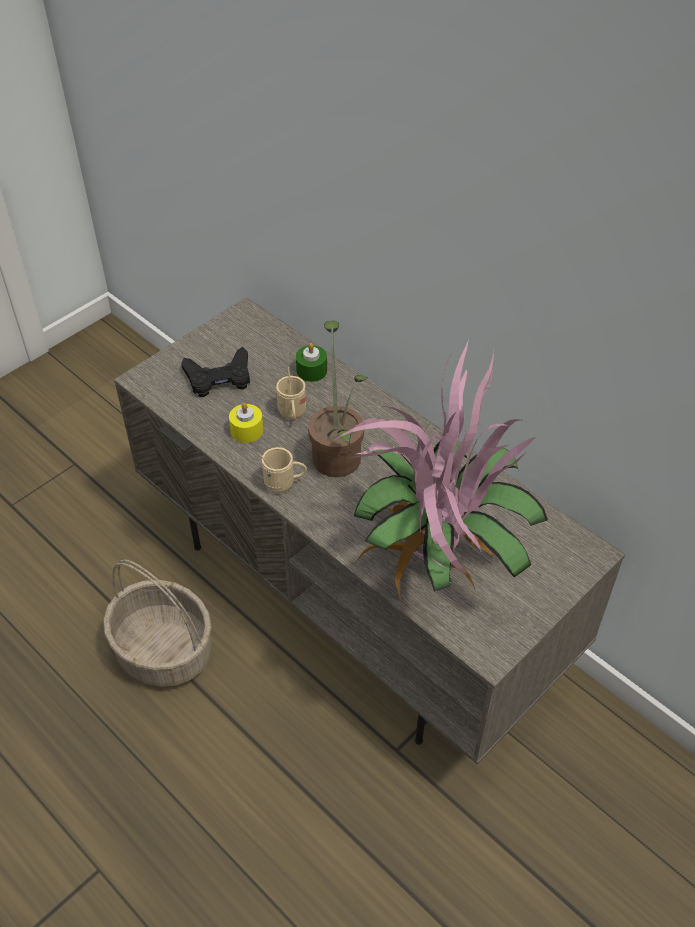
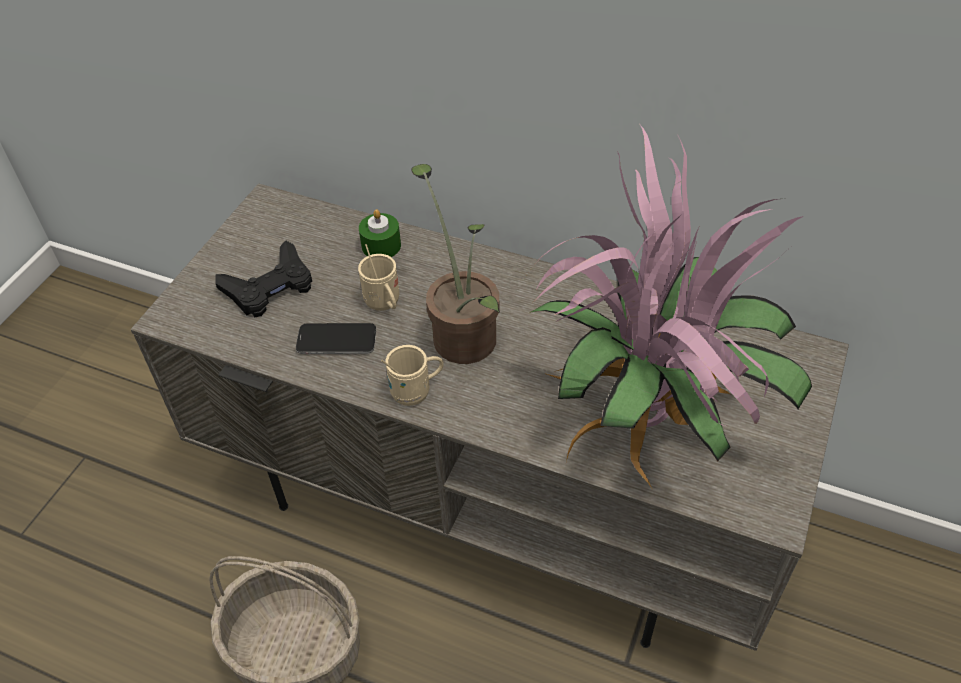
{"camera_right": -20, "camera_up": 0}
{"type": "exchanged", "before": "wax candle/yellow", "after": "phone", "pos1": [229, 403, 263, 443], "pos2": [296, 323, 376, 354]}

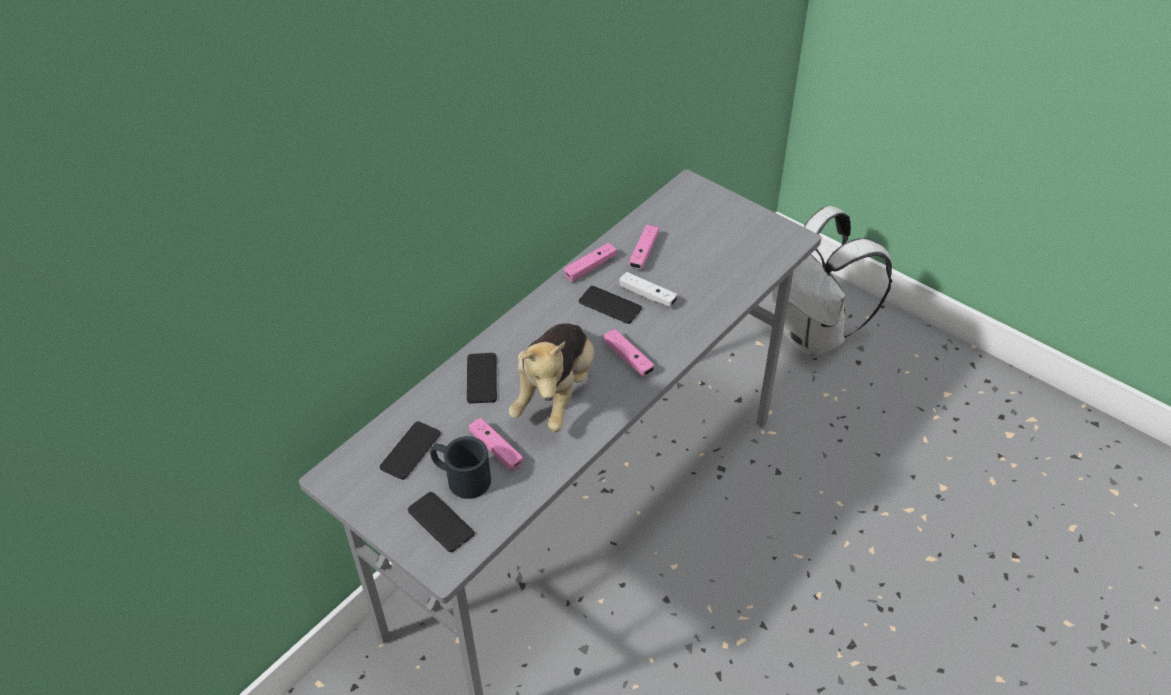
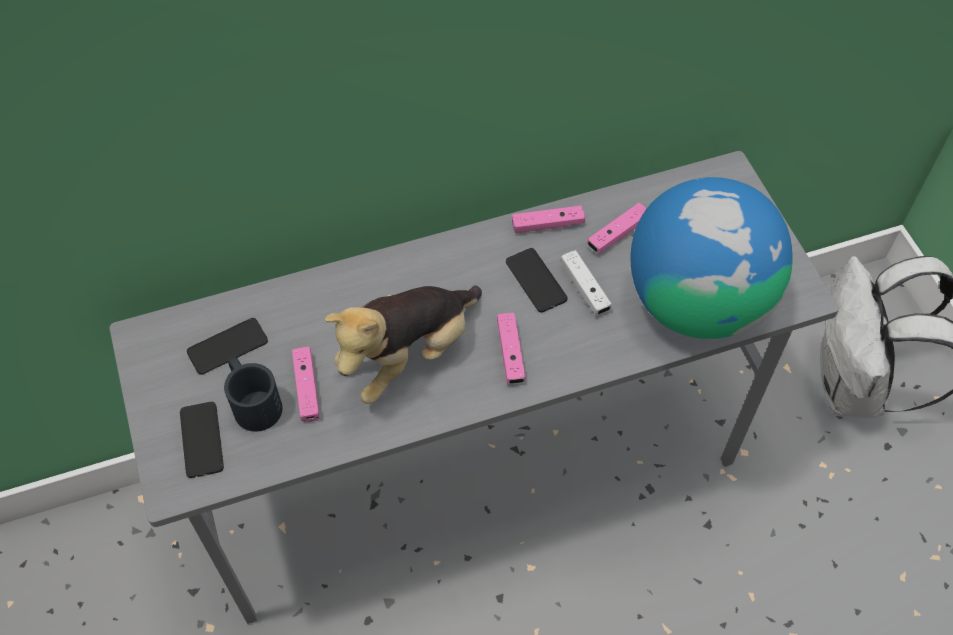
{"camera_right": 30, "camera_up": 10}
{"type": "missing", "before": "phone", "pos1": [467, 353, 497, 403]}
{"type": "appeared", "after": "world globe", "pos2": [631, 177, 793, 339]}

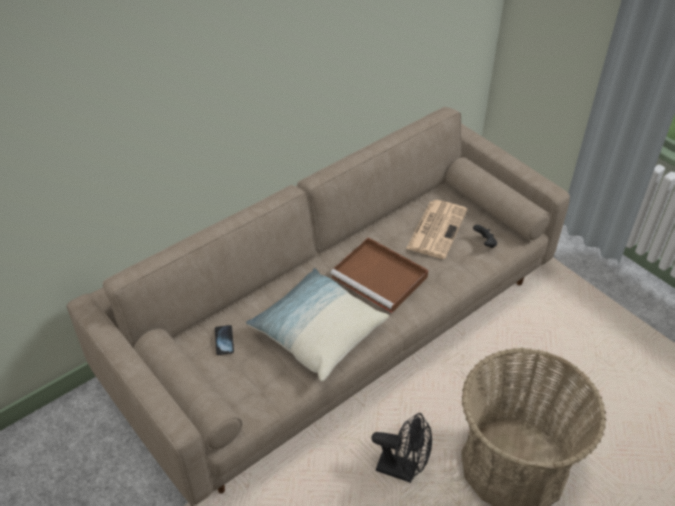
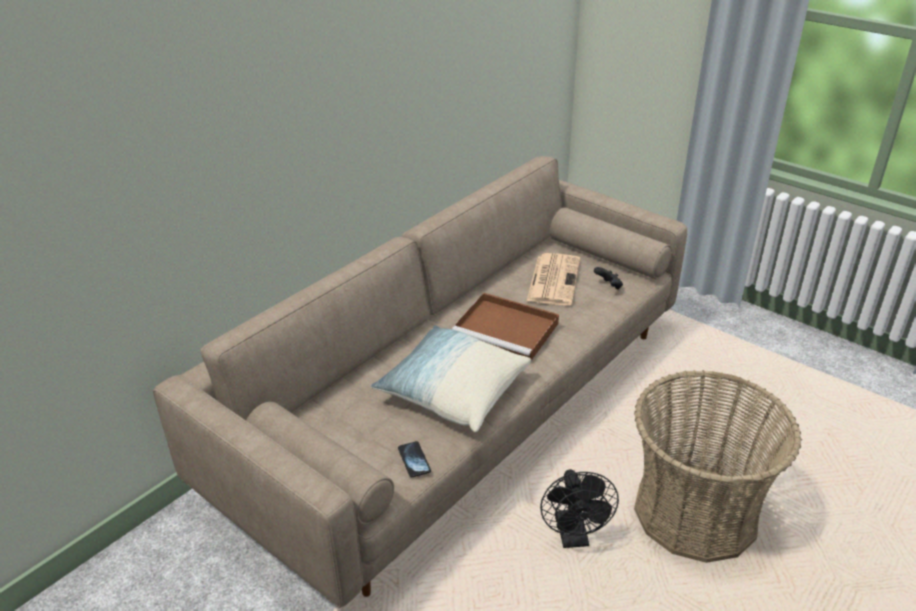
{"camera_right": -10, "camera_up": -10}
{"type": "relocated", "before": "phone", "pos1": [215, 325, 234, 355], "pos2": [398, 441, 431, 477]}
{"type": "spun", "before": "fan/black", "pos1": [372, 413, 432, 483], "pos2": [540, 469, 619, 548], "turn": 75}

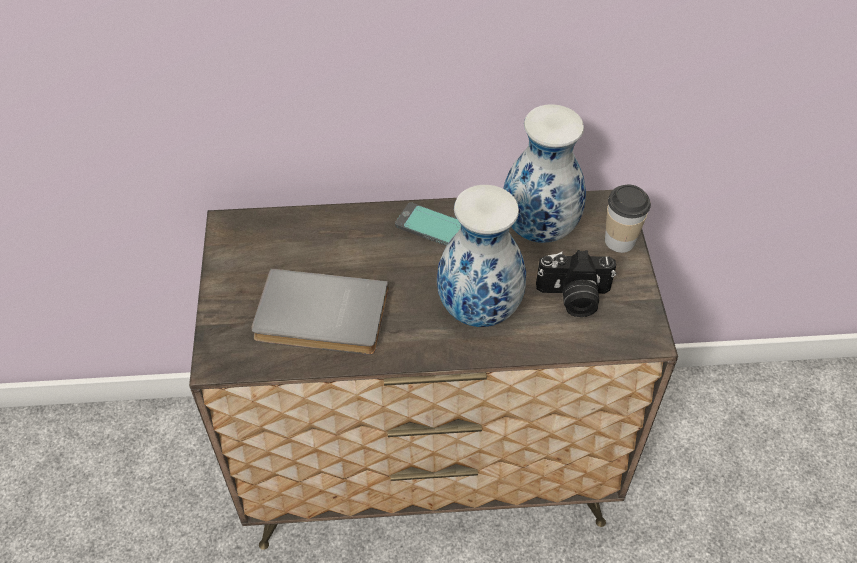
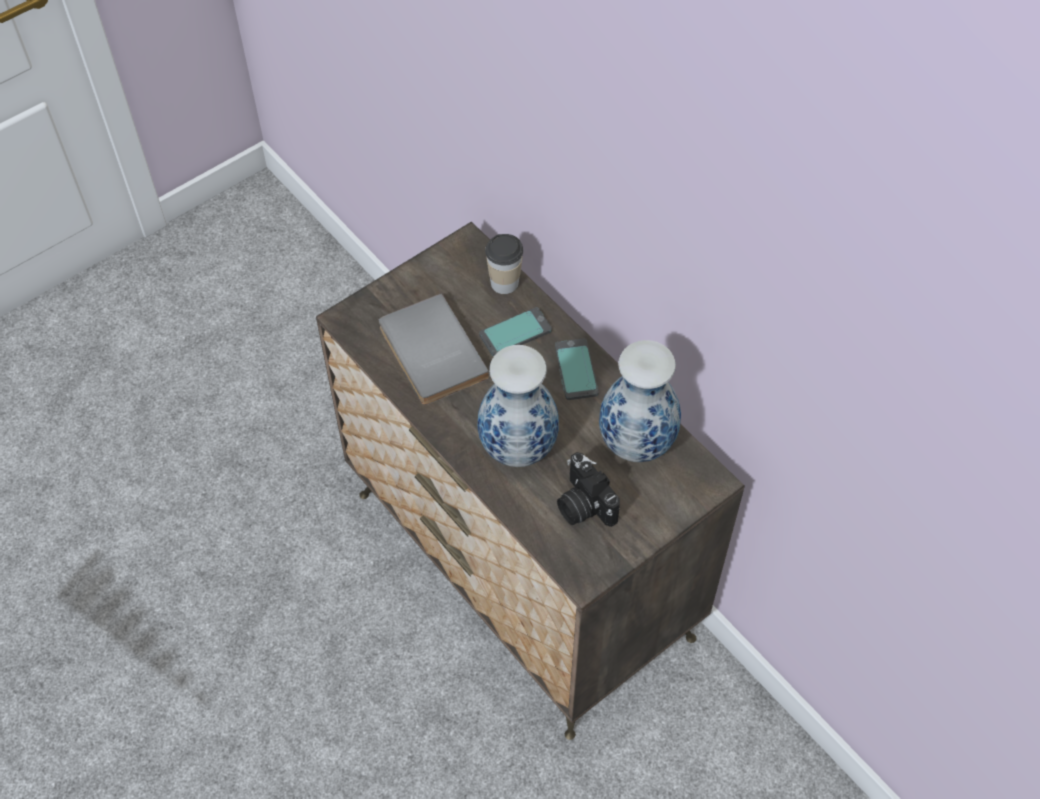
{"camera_right": 55, "camera_up": 5}
{"type": "relocated", "before": "small cup", "pos1": [605, 185, 651, 253], "pos2": [485, 234, 523, 294]}
{"type": "appeared", "after": "phone", "pos2": [479, 307, 552, 356]}

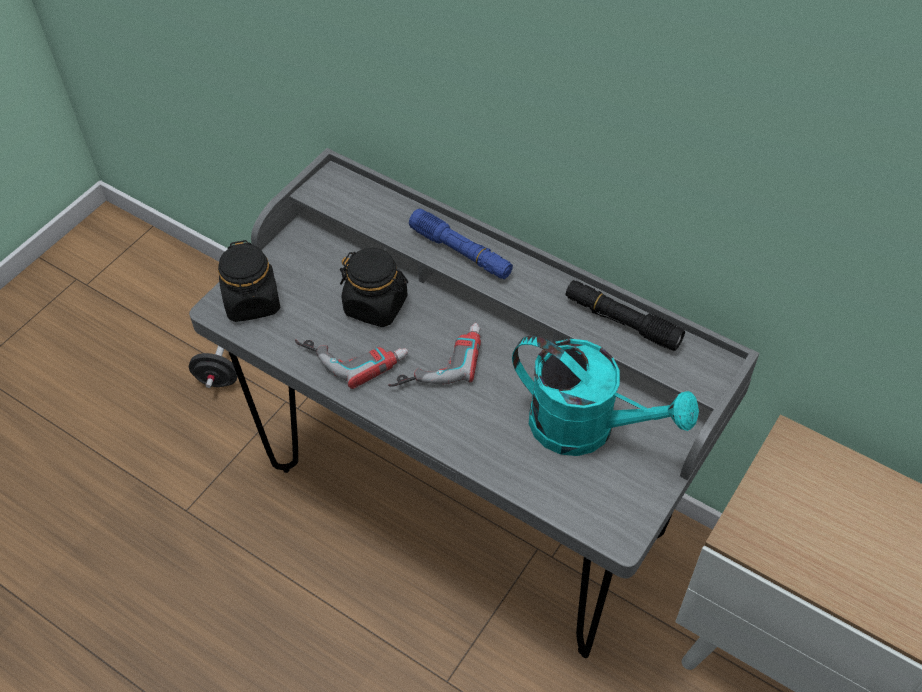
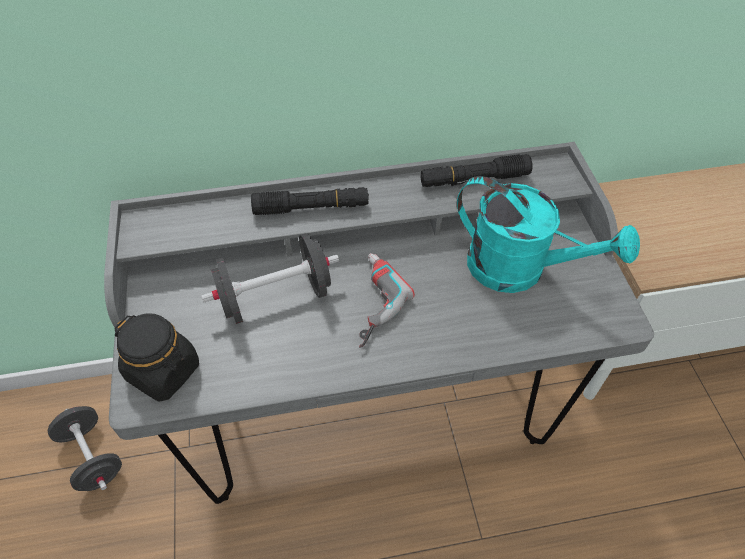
{"camera_right": -45, "camera_up": 0}
{"type": "missing", "before": "power drill", "pos1": [295, 340, 408, 389]}
{"type": "exchanged", "before": "jar/black", "after": "free weight/black", "pos1": [340, 248, 408, 327], "pos2": [201, 233, 339, 324]}
{"type": "colour", "before": "torch/blue", "after": "torch/black", "pos1": [409, 209, 513, 279], "pos2": [251, 187, 369, 215]}
{"type": "spun", "before": "sprinkling can/turquoise-coloured", "pos1": [512, 336, 699, 456], "pos2": [457, 176, 640, 293], "turn": 45}

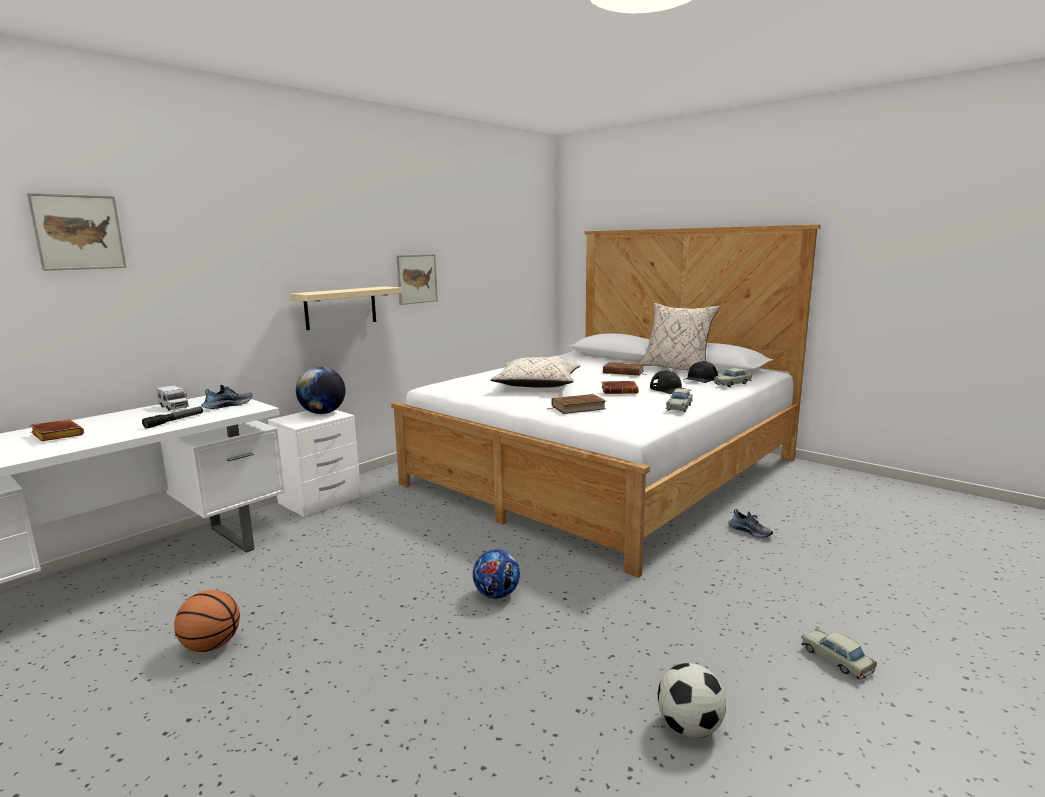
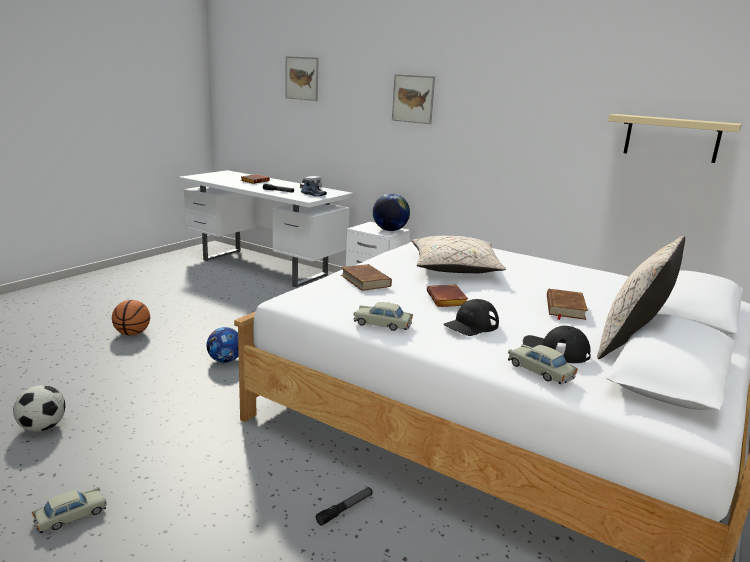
{"camera_right": 80, "camera_up": 5}
{"type": "relocated", "before": "basketball ball", "pos1": [174, 590, 240, 652], "pos2": [112, 300, 150, 336]}
{"type": "relocated", "before": "bracket shelf/sand-coloured", "pos1": [290, 286, 402, 330], "pos2": [608, 114, 742, 163]}
{"type": "relocated", "before": "wall art", "pos1": [396, 254, 438, 305], "pos2": [392, 74, 435, 124]}
{"type": "exchanged", "before": "shoe", "after": "torch", "pos1": [728, 509, 773, 538], "pos2": [316, 487, 373, 526]}

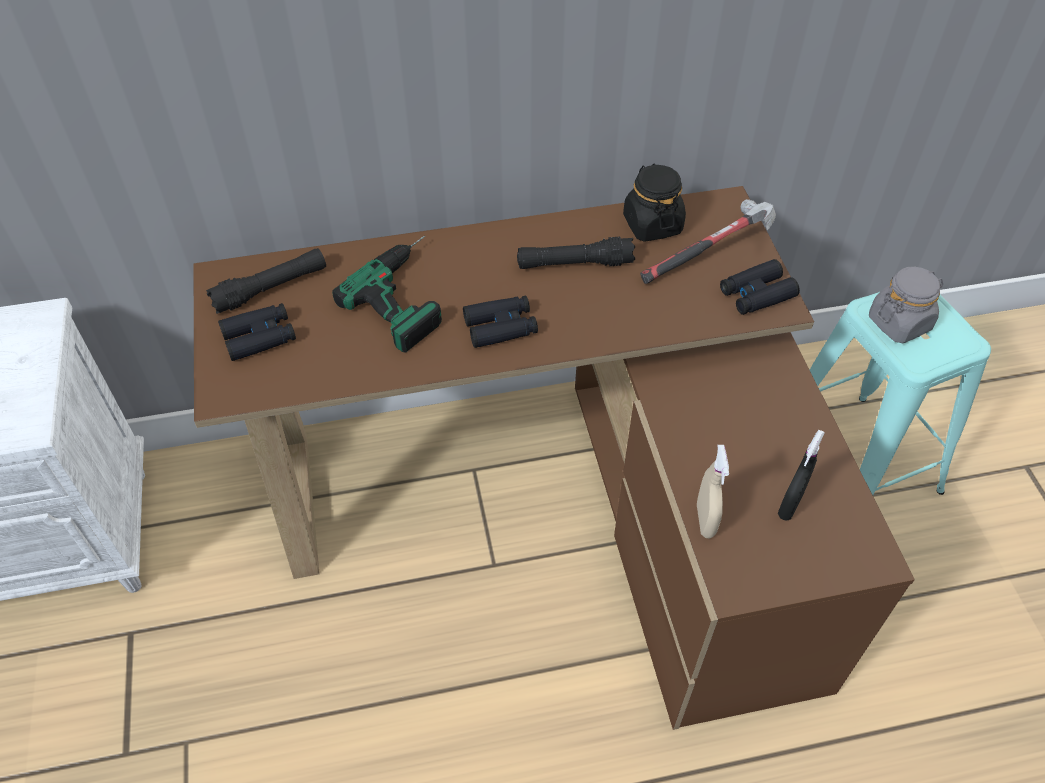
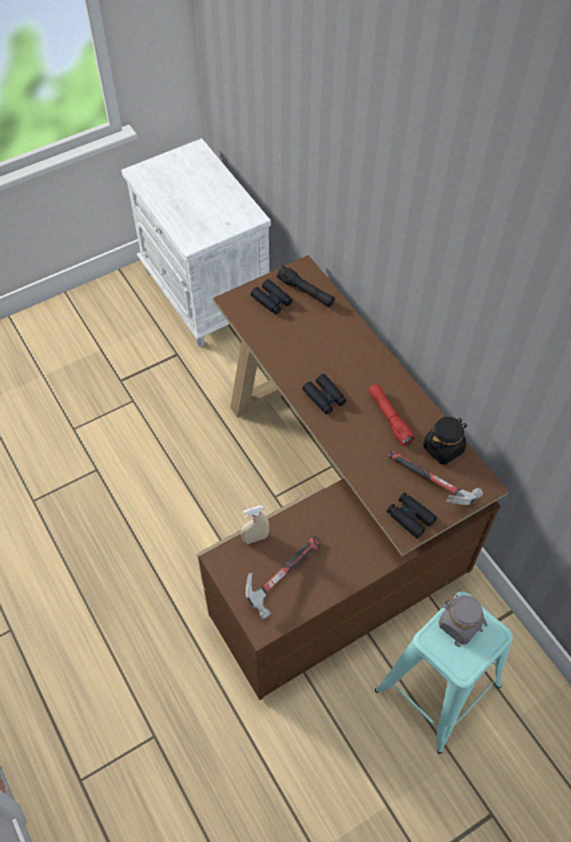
{"camera_right": 70, "camera_up": 5}
{"type": "missing", "before": "power drill", "pos1": [332, 236, 442, 353]}
{"type": "colour", "before": "torch/black", "after": "torch/red", "pos1": [517, 237, 635, 269], "pos2": [368, 384, 415, 446]}
{"type": "exchanged", "before": "sprayer/black", "after": "tool hammer", "pos1": [778, 430, 825, 521], "pos2": [246, 536, 320, 619]}

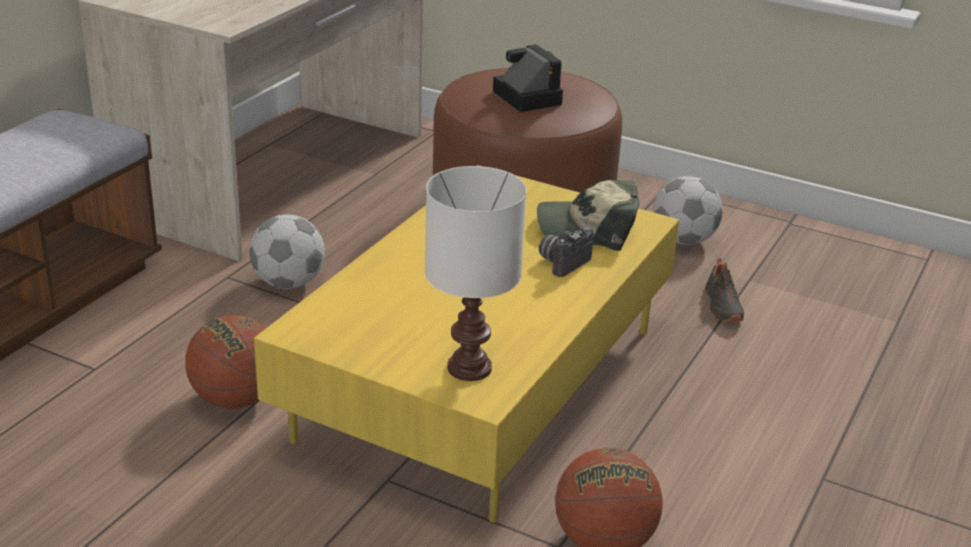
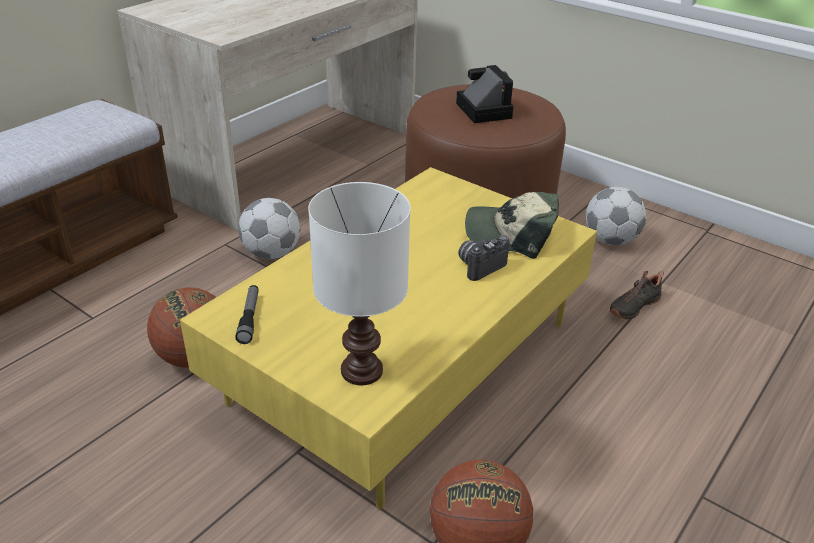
{"camera_right": 10, "camera_up": 5}
{"type": "spun", "before": "shoe/black", "pos1": [705, 258, 744, 322], "pos2": [610, 270, 664, 320], "turn": 45}
{"type": "appeared", "after": "torch", "pos2": [235, 285, 259, 344]}

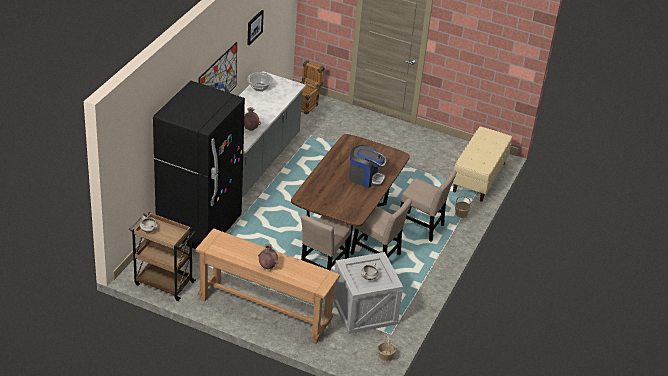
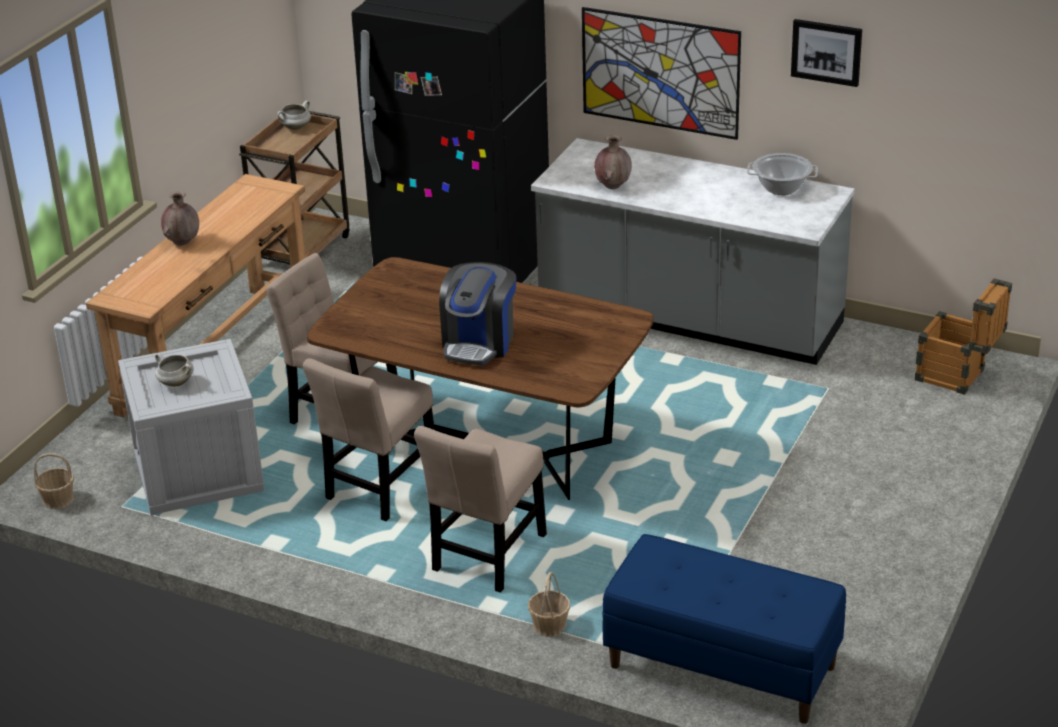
{"camera_right": 95, "camera_up": -5}
{"type": "colour", "before": "long seat/sand-coloured", "after": "long seat/blue", "pos1": [452, 126, 512, 202], "pos2": [602, 534, 846, 724]}

